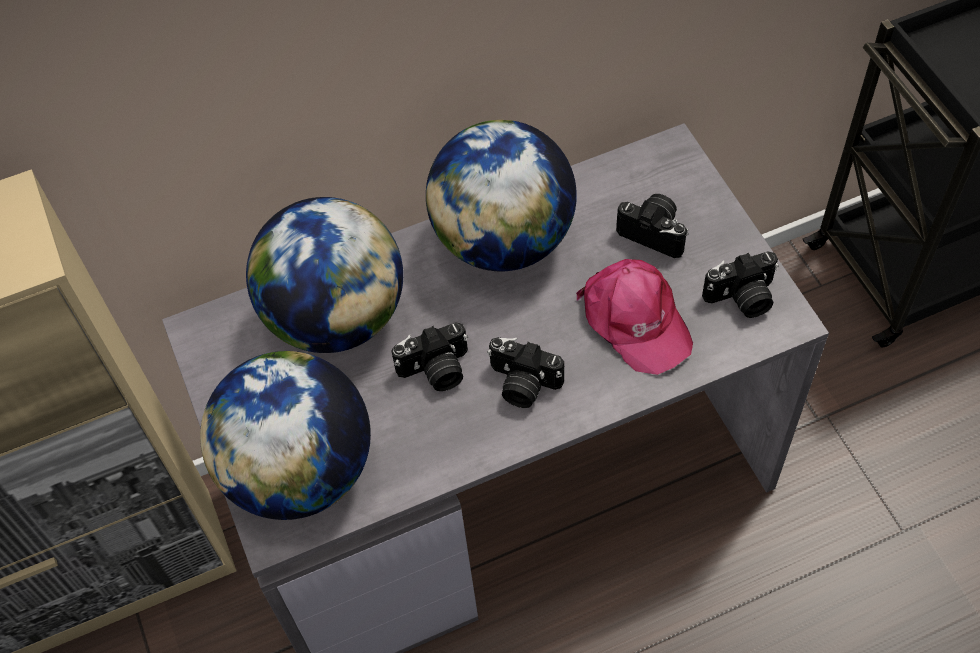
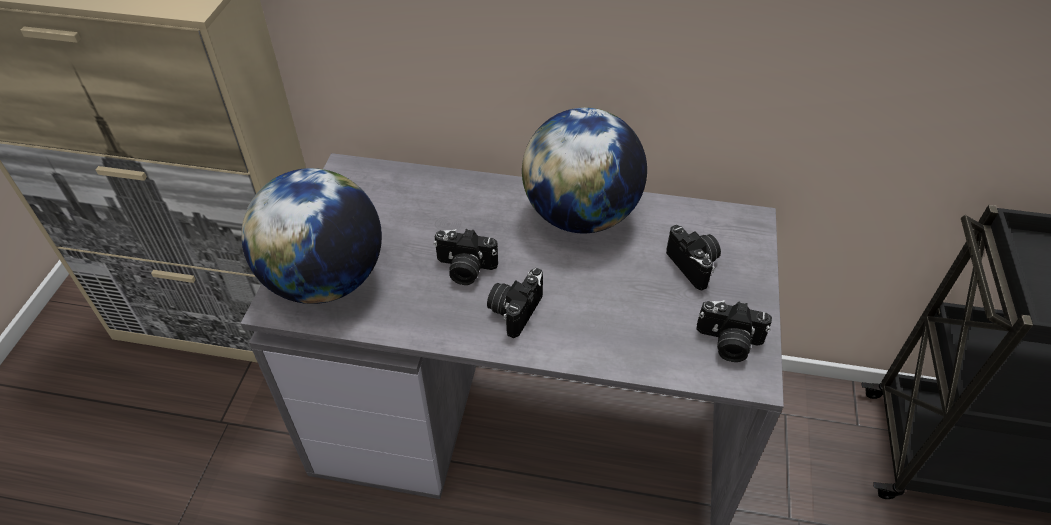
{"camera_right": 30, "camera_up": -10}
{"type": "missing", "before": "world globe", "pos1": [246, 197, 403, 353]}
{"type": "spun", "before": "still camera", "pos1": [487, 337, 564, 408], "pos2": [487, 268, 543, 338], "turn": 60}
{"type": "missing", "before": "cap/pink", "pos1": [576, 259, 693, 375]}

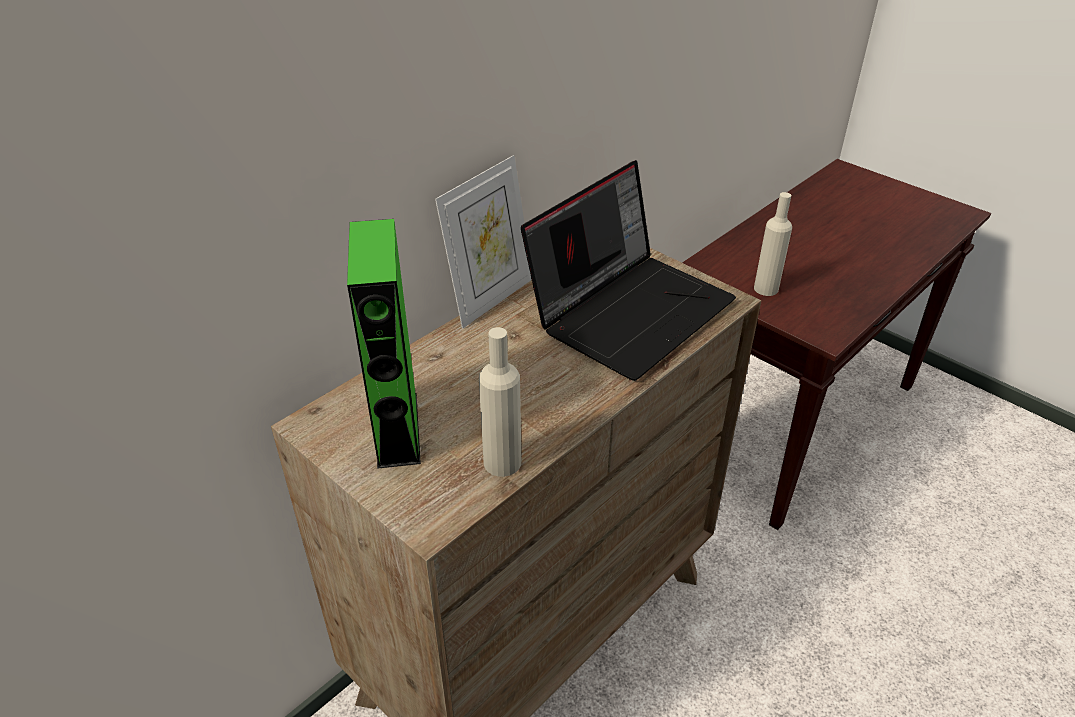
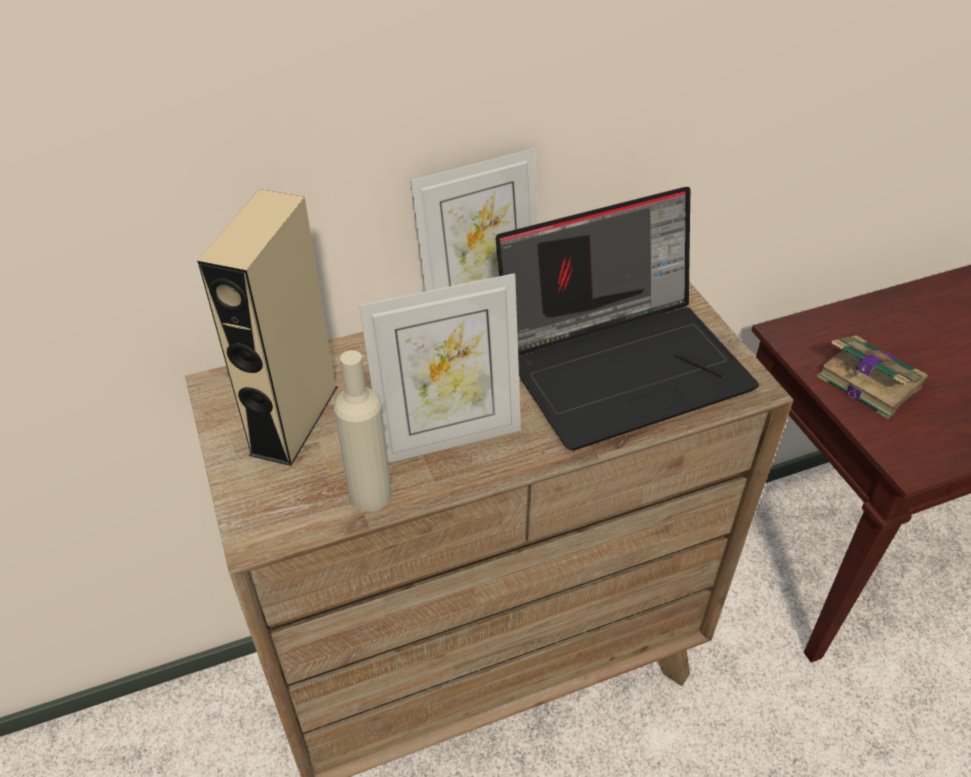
{"camera_right": 25, "camera_up": 5}
{"type": "colour", "before": "speaker/greenish", "after": "speaker/sand-coloured", "pos1": [347, 219, 421, 469], "pos2": [197, 189, 337, 466]}
{"type": "exchanged", "before": "drink bottle/sand-coloured", "after": "bound book", "pos1": [754, 192, 792, 296], "pos2": [817, 335, 928, 419]}
{"type": "appeared", "after": "picture frame", "pos2": [359, 273, 521, 463]}

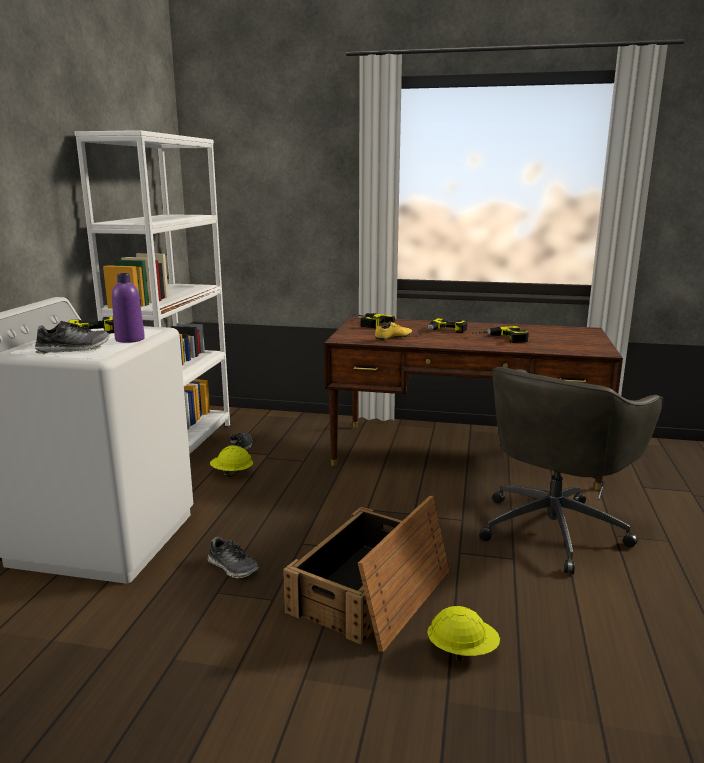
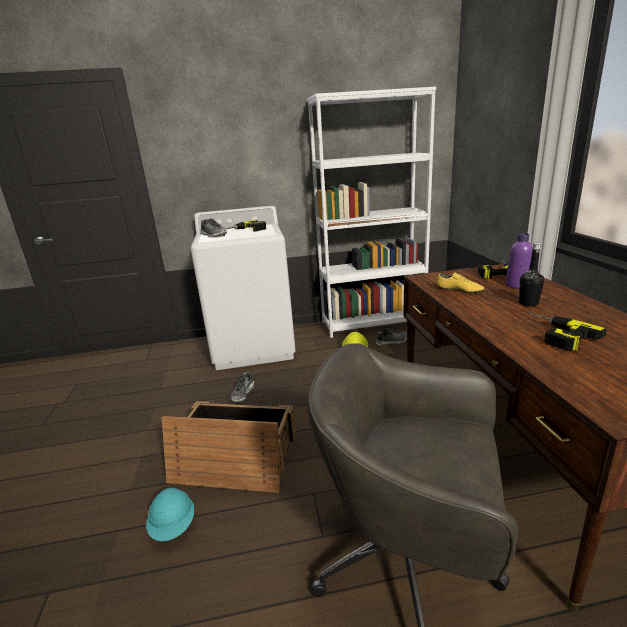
{"camera_right": 70, "camera_up": 5}
{"type": "relocated", "before": "drink bottle/purple", "pos1": [112, 273, 145, 343], "pos2": [505, 233, 533, 289]}
{"type": "exchanged", "before": "power drill", "after": "drink bottle/black", "pos1": [424, 318, 467, 333], "pos2": [519, 243, 544, 307]}
{"type": "colour", "before": "work helmet/yellow", "after": "work helmet/turquoise-coloured", "pos1": [427, 606, 500, 661], "pos2": [146, 488, 194, 541]}

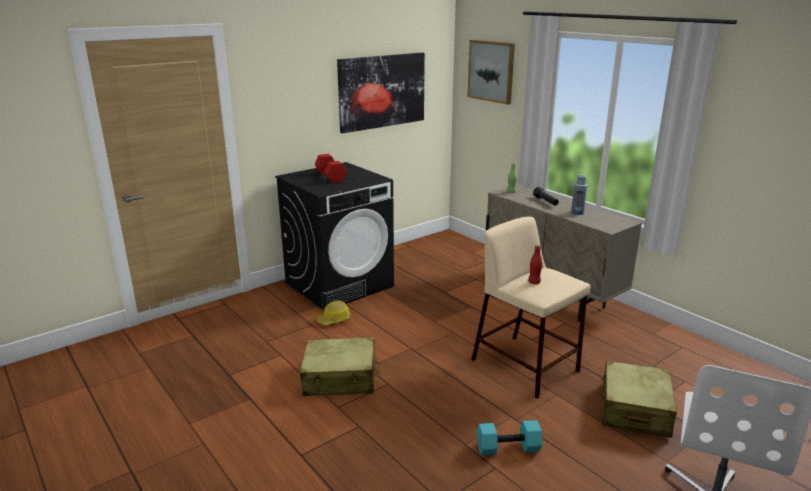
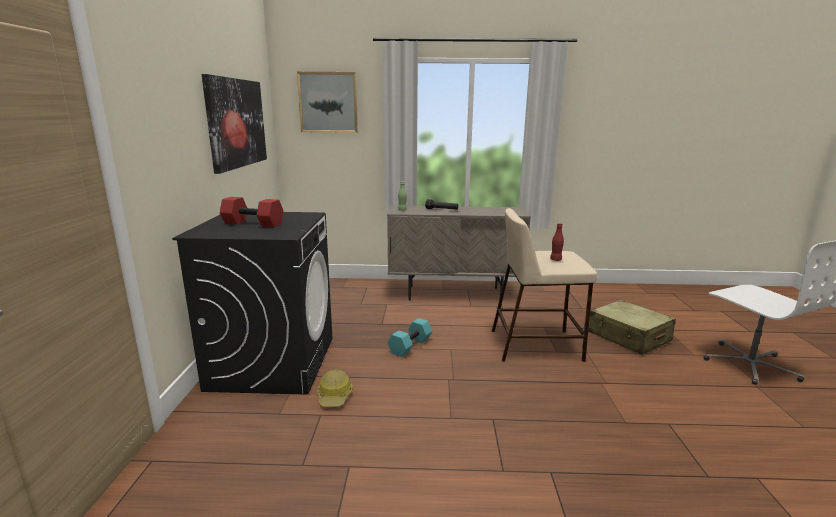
{"camera_right": -50, "camera_up": -5}
{"type": "missing", "before": "suitcase/sand-coloured", "pos1": [300, 337, 380, 396]}
{"type": "relocated", "before": "free weight/turquoise-coloured", "pos1": [477, 420, 543, 456], "pos2": [388, 318, 432, 357]}
{"type": "missing", "before": "drink bottle/blue", "pos1": [571, 174, 587, 215]}

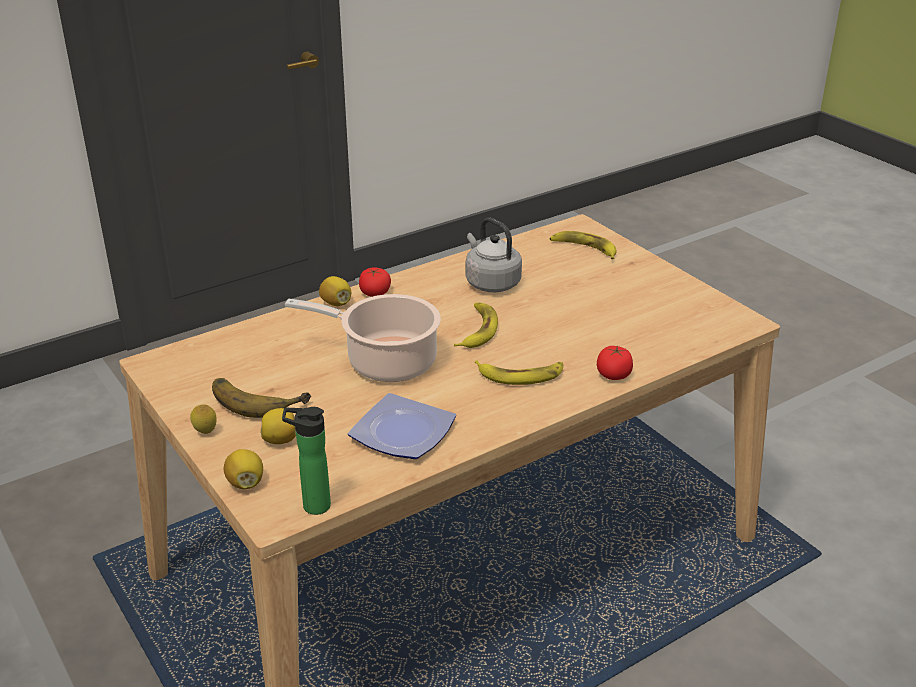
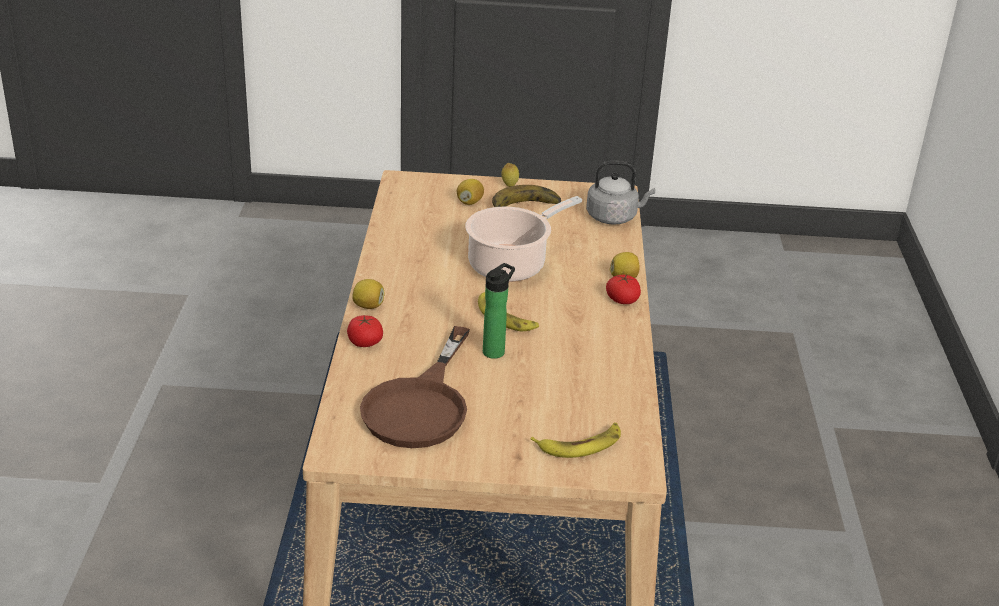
{"camera_right": 125, "camera_up": 0}
{"type": "relocated", "before": "citrus fruit", "pos1": [224, 449, 263, 489], "pos2": [352, 279, 385, 309]}
{"type": "relocated", "before": "drink bottle", "pos1": [282, 407, 331, 515], "pos2": [483, 263, 515, 359]}
{"type": "missing", "before": "plate", "pos1": [348, 393, 456, 459]}
{"type": "relocated", "before": "tea kettle/grey", "pos1": [465, 218, 522, 292], "pos2": [586, 161, 655, 225]}
{"type": "missing", "before": "banana", "pos1": [475, 360, 563, 385]}
{"type": "appeared", "after": "skillet/brownish", "pos2": [360, 326, 470, 448]}

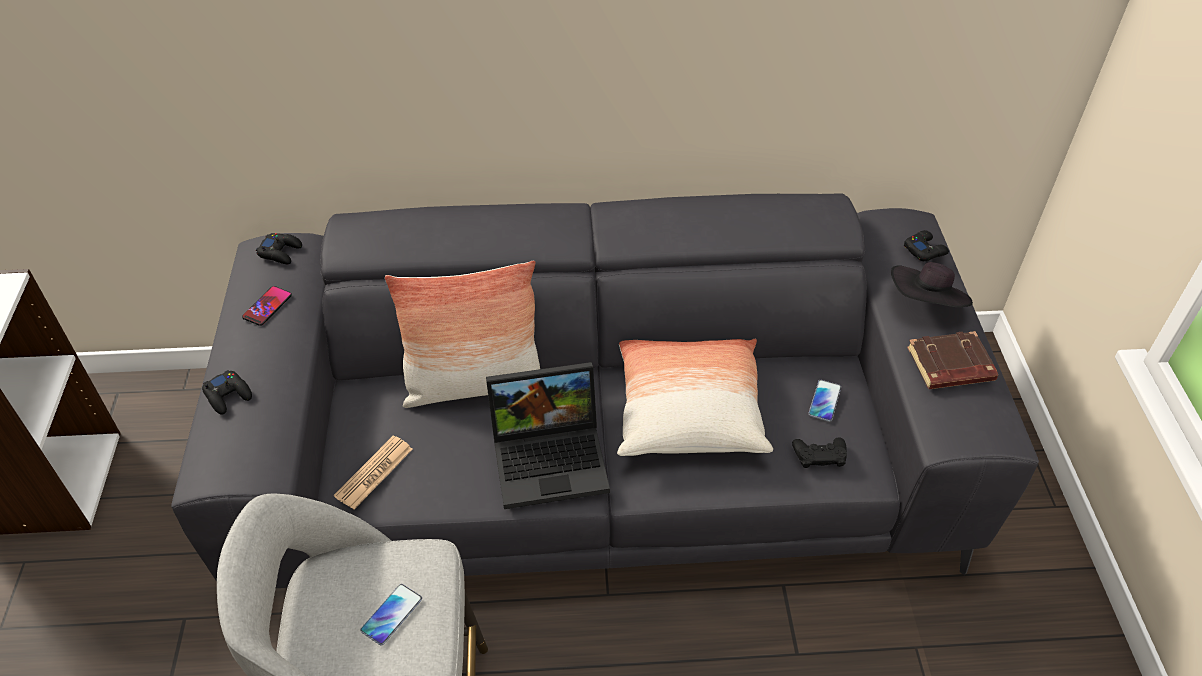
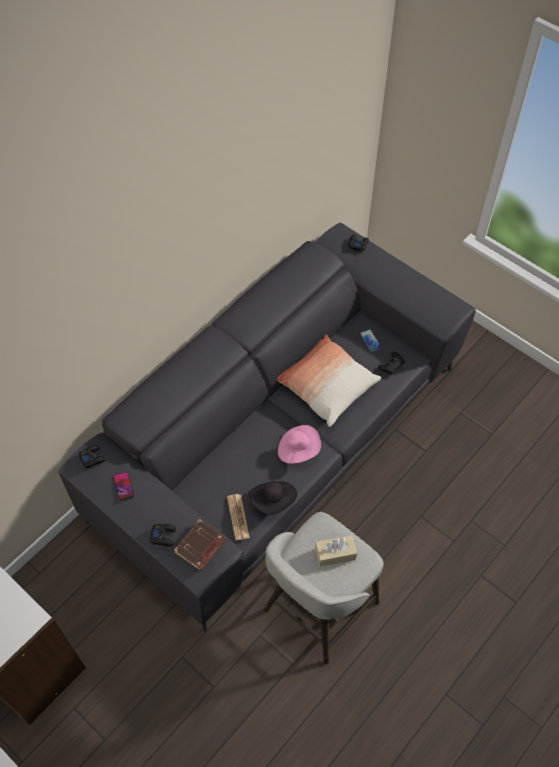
{"camera_right": -45, "camera_up": 10}
{"type": "exchanged", "before": "phone", "after": "tissue holder/sand-coloured", "pos1": [360, 584, 422, 646], "pos2": [315, 535, 357, 567]}
{"type": "missing", "before": "pillow", "pos1": [385, 260, 540, 408]}
{"type": "exchanged", "before": "notebook computer", "after": "wearable hat/pink", "pos1": [486, 362, 610, 509], "pos2": [278, 425, 321, 464]}
{"type": "relocated", "before": "wearable hat/black", "pos1": [891, 262, 973, 307], "pos2": [249, 481, 297, 515]}
{"type": "relocated", "before": "bound book/brownish", "pos1": [907, 331, 998, 389], "pos2": [174, 519, 226, 571]}

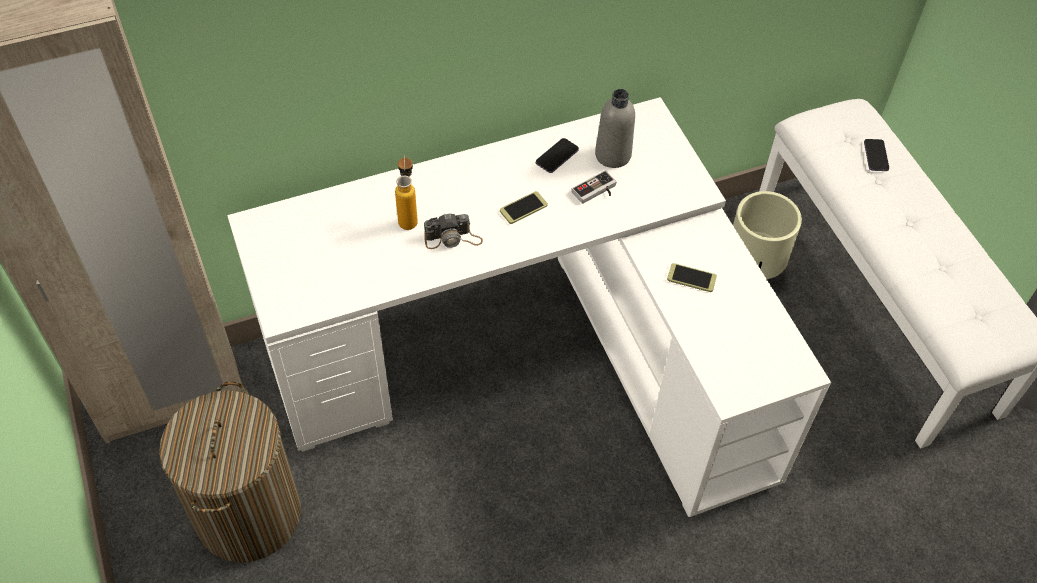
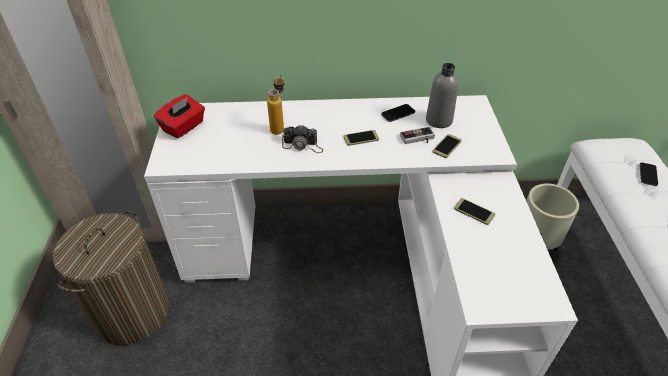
{"camera_right": 20, "camera_up": -10}
{"type": "appeared", "after": "tissue holder/red", "pos2": [154, 94, 205, 138]}
{"type": "appeared", "after": "phone", "pos2": [432, 134, 462, 158]}

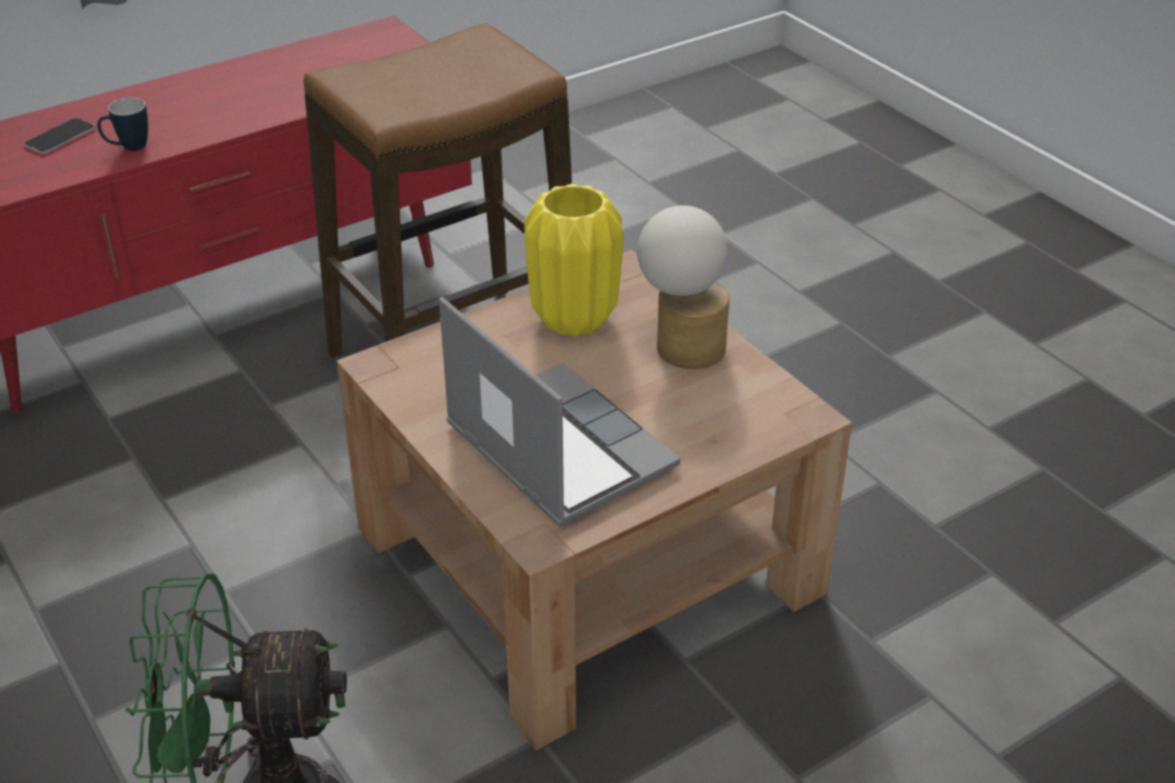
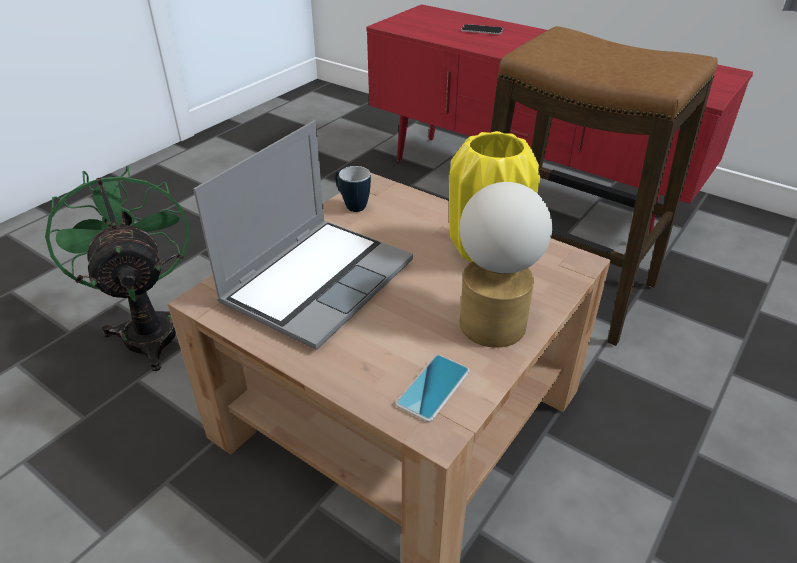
{"camera_right": 70, "camera_up": 0}
{"type": "relocated", "before": "tea mug", "pos1": [97, 98, 148, 151], "pos2": [335, 166, 371, 212]}
{"type": "appeared", "after": "phone", "pos2": [396, 355, 470, 422]}

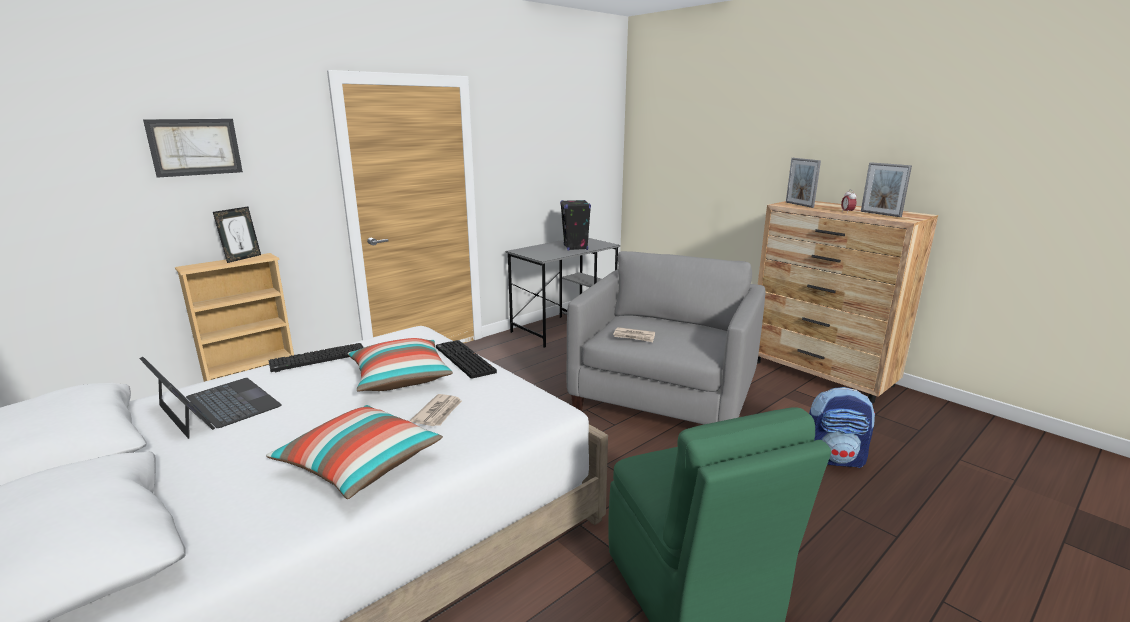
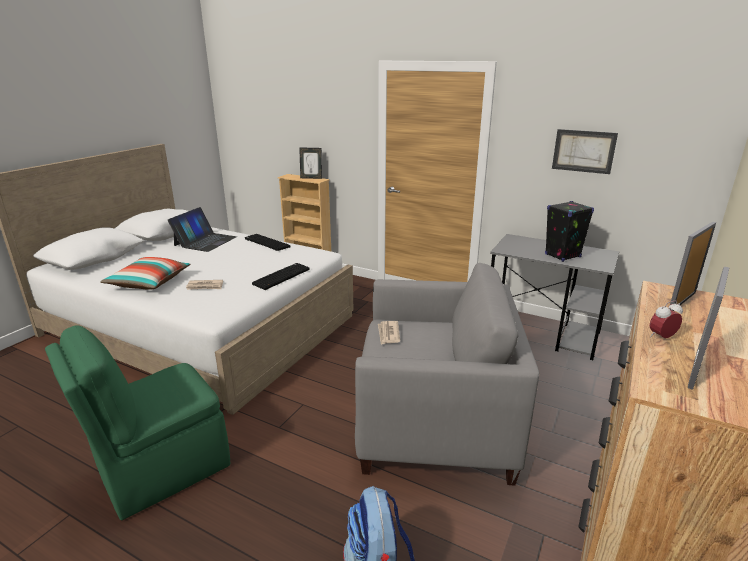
{"camera_right": 70, "camera_up": 5}
{"type": "relocated", "before": "wall art", "pos1": [143, 119, 243, 178], "pos2": [552, 129, 618, 174]}
{"type": "missing", "before": "pillow", "pos1": [347, 338, 453, 391]}

